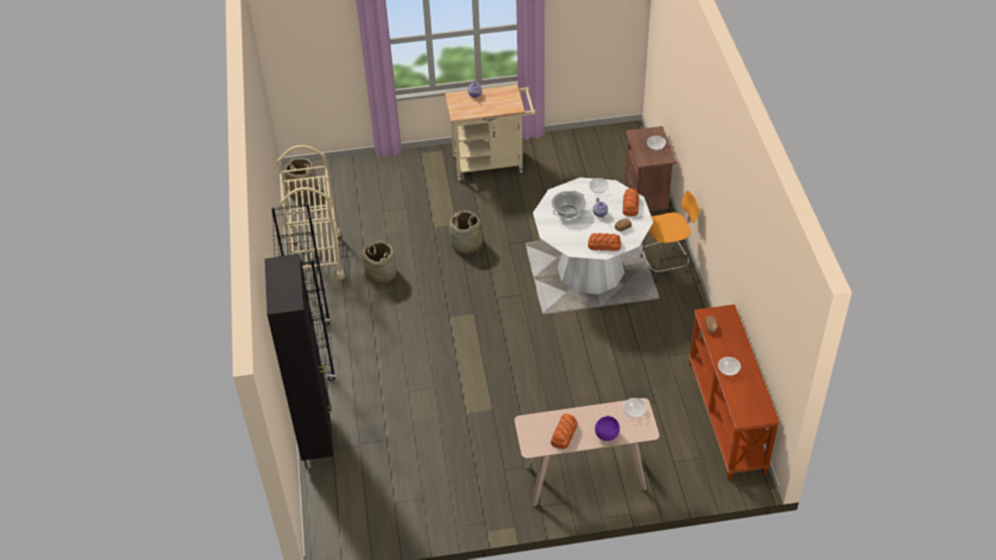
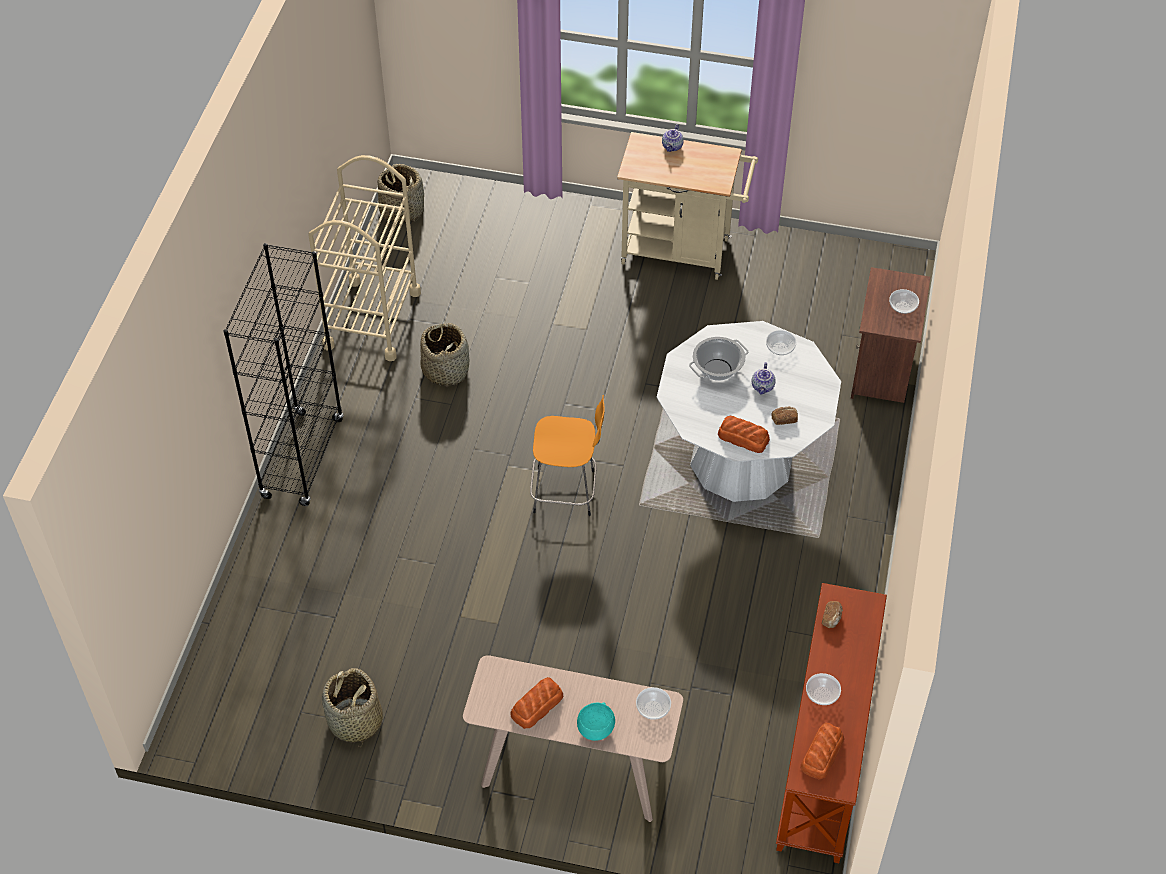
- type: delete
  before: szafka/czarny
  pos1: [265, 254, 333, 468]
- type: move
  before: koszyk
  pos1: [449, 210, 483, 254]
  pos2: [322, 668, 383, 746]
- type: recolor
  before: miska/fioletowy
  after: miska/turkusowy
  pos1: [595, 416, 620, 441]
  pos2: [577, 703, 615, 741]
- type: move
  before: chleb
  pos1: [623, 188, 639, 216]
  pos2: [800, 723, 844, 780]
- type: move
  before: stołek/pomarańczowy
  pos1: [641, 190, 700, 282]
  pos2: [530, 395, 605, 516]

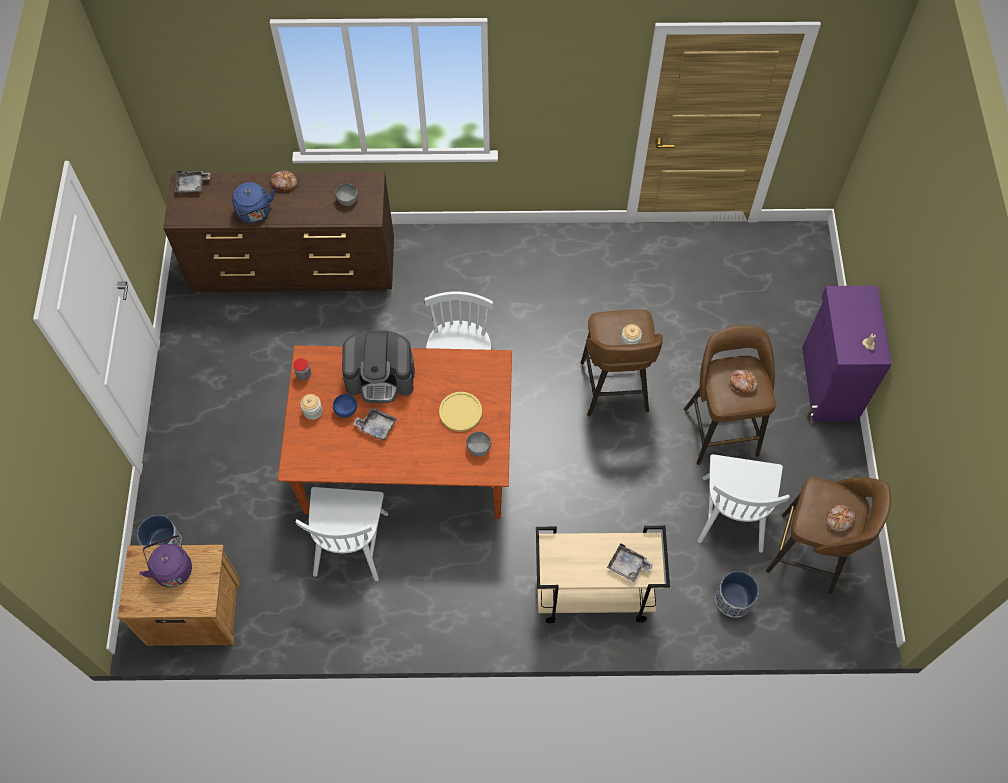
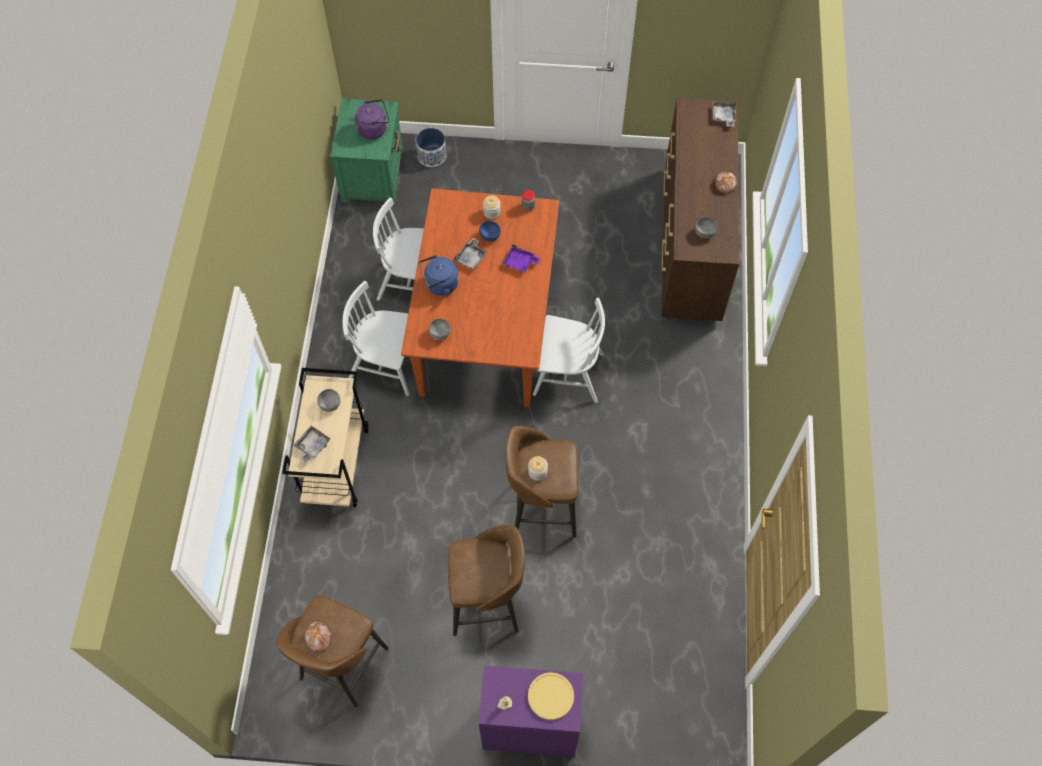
- type: recolor
  before: szafka nocna/brązowy
  after: szafka nocna/zielony
  pos1: [118, 545, 240, 646]
  pos2: [330, 98, 403, 206]
- type: move
  before: czajnik/niebieski
  pos1: [232, 182, 274, 223]
  pos2: [419, 255, 459, 295]
- type: replace
  before: ekspres do kawy
  after: taca/fioletowy
  pos1: [342, 330, 415, 403]
  pos2: [502, 244, 541, 272]
- type: move
  before: talerz/żółty
  pos1: [439, 392, 482, 432]
  pos2: [528, 673, 574, 720]
- type: move
  before: krzesło/biały
  pos1: [698, 454, 790, 553]
  pos2: [343, 281, 409, 396]
- type: delete
  before: donica
  pos1: [715, 571, 759, 618]
- type: delete
  before: chleb
  pos1: [730, 370, 758, 394]
- type: insert
  after: miska/szary
  pos2: [317, 389, 340, 412]

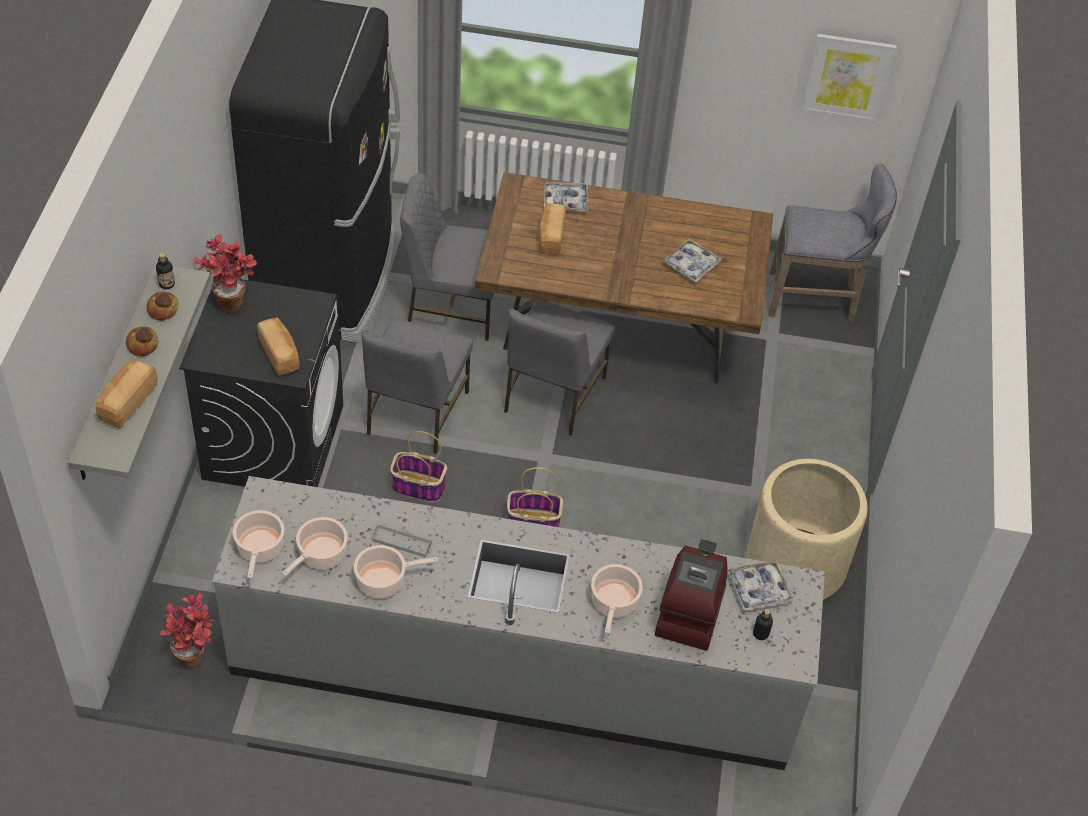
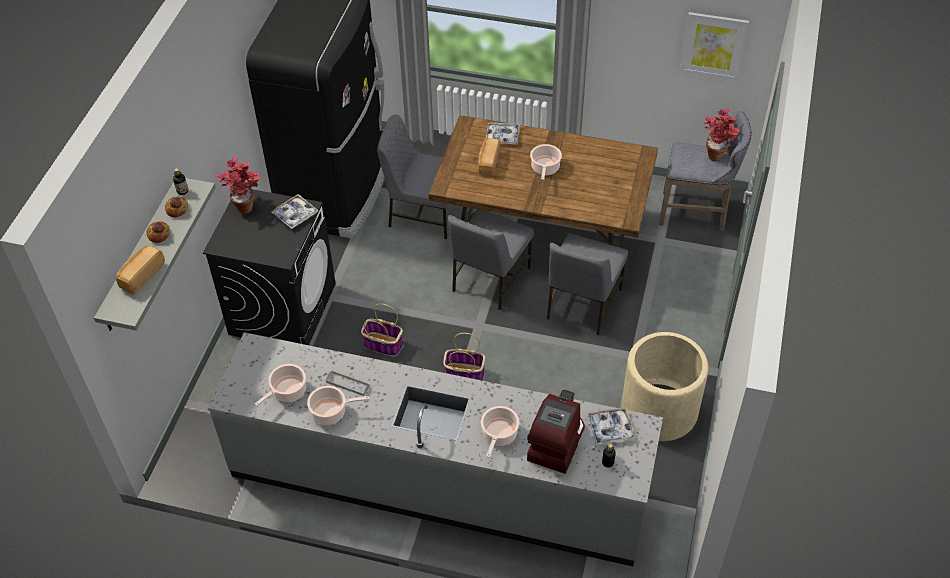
- type: move
  before: roślina doniczkowa
  pos1: [160, 593, 215, 669]
  pos2: [704, 109, 739, 161]
- type: move
  before: garnek
  pos1: [233, 510, 284, 579]
  pos2: [530, 144, 562, 180]
- type: delete
  before: chleb
  pos1: [257, 318, 299, 376]
- type: move
  before: krzesło/szary
  pos1: [361, 318, 473, 454]
  pos2: [547, 233, 628, 335]
- type: move
  before: taca
  pos1: [662, 238, 722, 282]
  pos2: [271, 194, 319, 229]

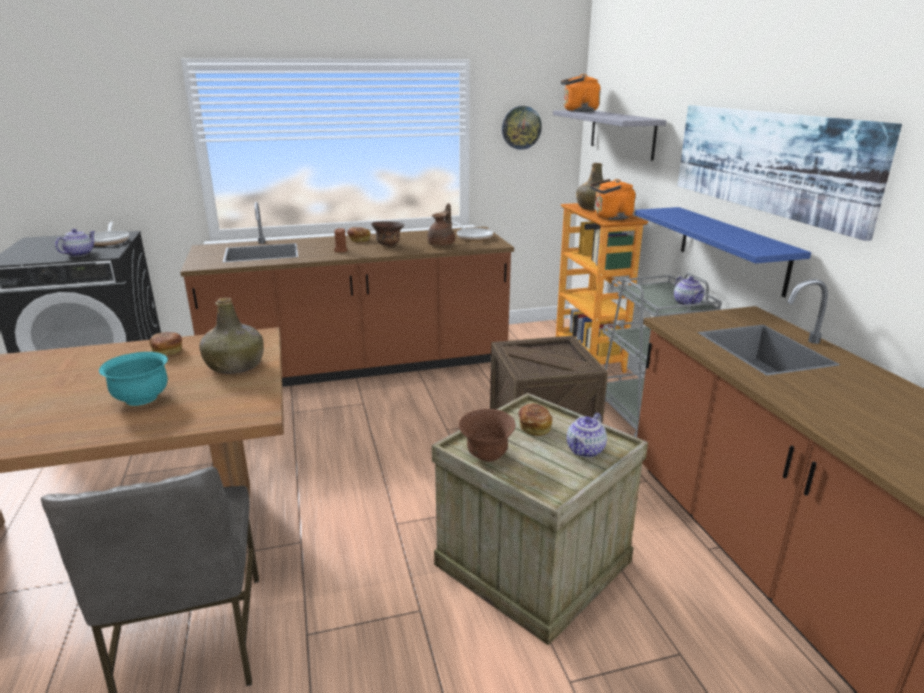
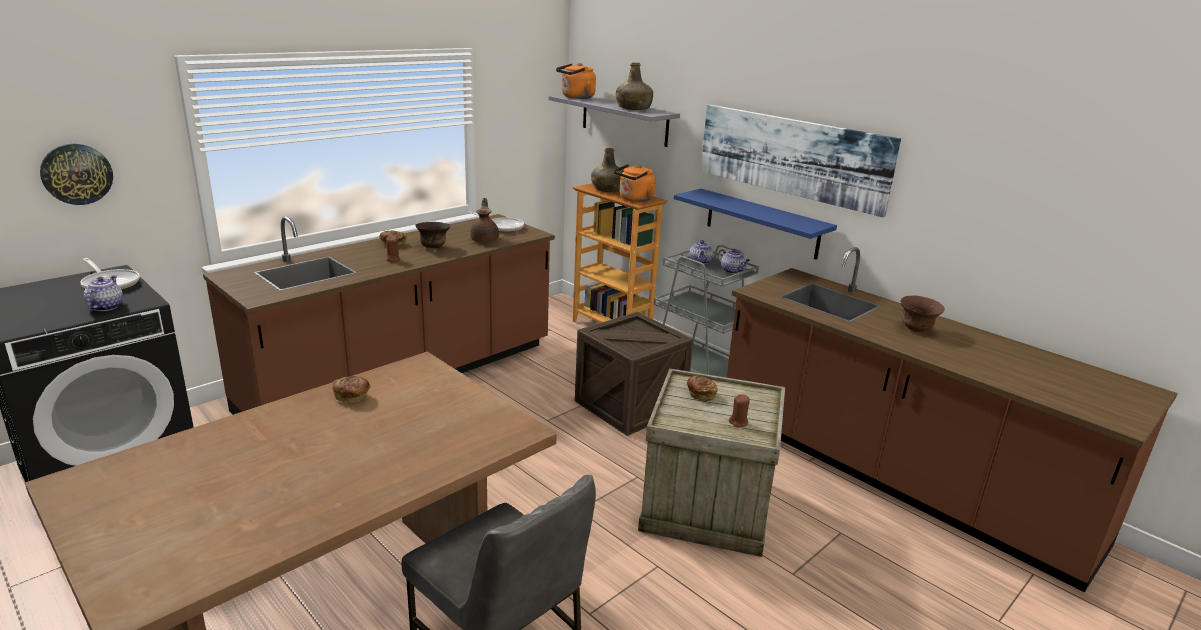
- type: delete
  before: miska/turkusowy
  pos1: [99, 352, 168, 406]
- type: move
  before: butelka/zielony
  pos1: [199, 298, 264, 374]
  pos2: [616, 62, 653, 110]
- type: move
  before: miska/brązowy
  pos1: [459, 409, 515, 462]
  pos2: [900, 295, 945, 332]
- type: move
  before: zegar ścienny
  pos1: [502, 106, 542, 150]
  pos2: [40, 144, 113, 205]
- type: move
  before: imbryk
  pos1: [567, 413, 607, 457]
  pos2: [690, 240, 713, 264]
- type: insert
  after: świeca/brązowy
  pos2: [729, 394, 750, 427]

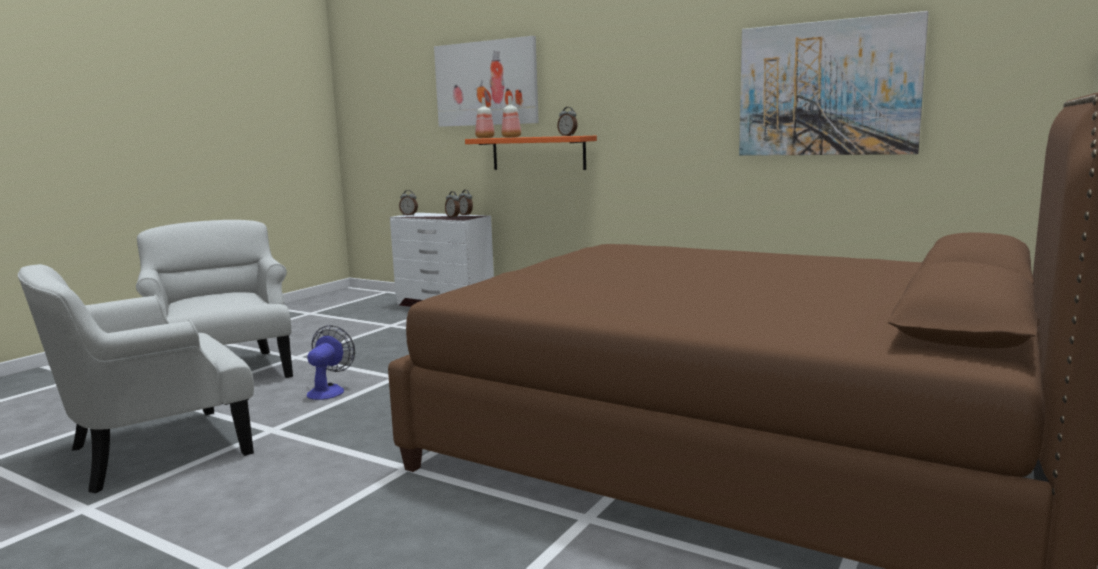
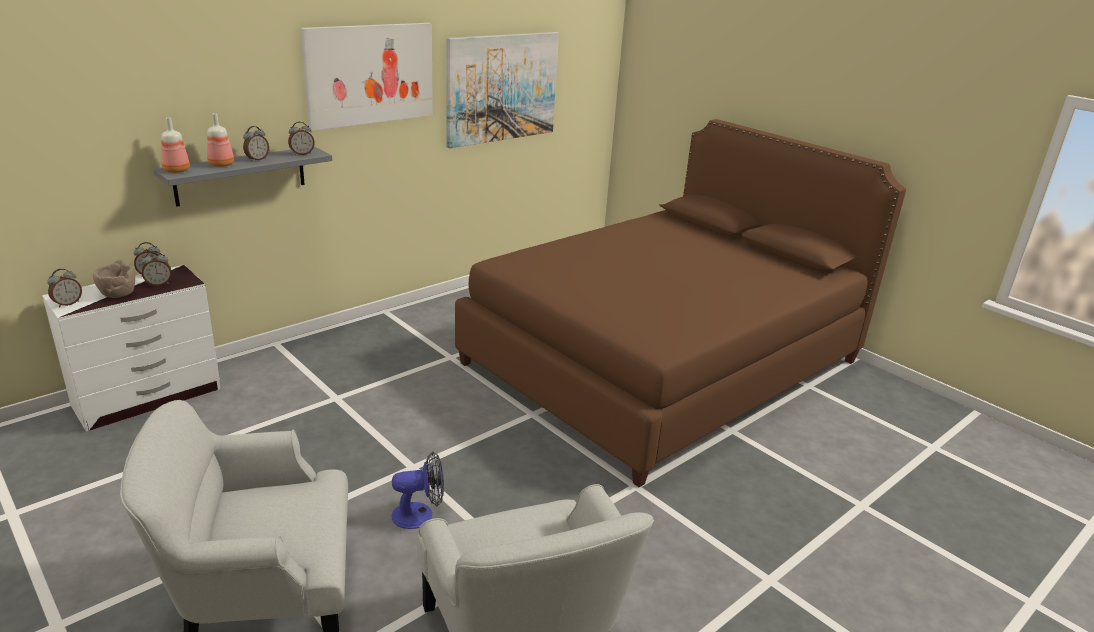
- type: rotate
  before: wentylator
  pos1: [307, 325, 355, 400]
  pos2: [391, 452, 444, 529]
  turn: 135
- type: move
  before: obraz
  pos1: [434, 36, 539, 127]
  pos2: [300, 23, 433, 131]
- type: recolor
  before: półka/pomarańczowy
  after: półka/szary
  pos1: [465, 136, 597, 170]
  pos2: [153, 147, 332, 207]
- type: insert
  after: miska/brązowy
  pos2: [93, 263, 135, 298]
- type: insert
  after: budzik
  pos2: [243, 126, 269, 161]

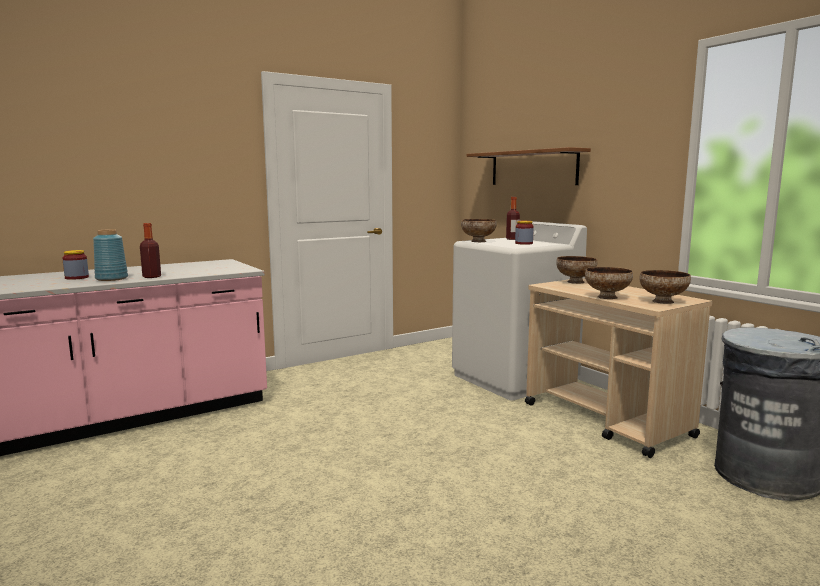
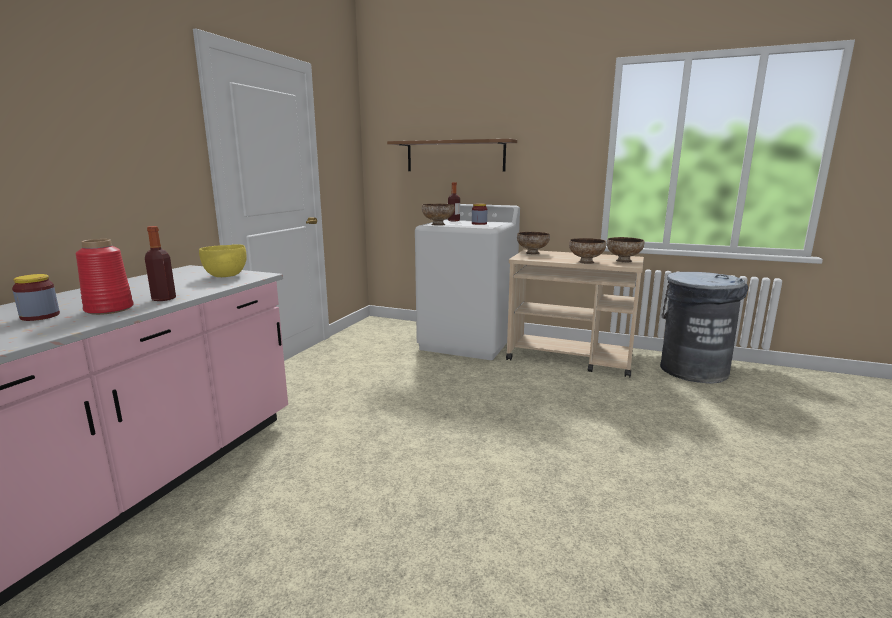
- type: recolor
  before: wazon/niebieski
  after: wazon/czerwony
  pos1: [93, 229, 128, 281]
  pos2: [76, 239, 134, 315]
- type: insert
  after: miska/żółty
  pos2: [199, 244, 247, 277]

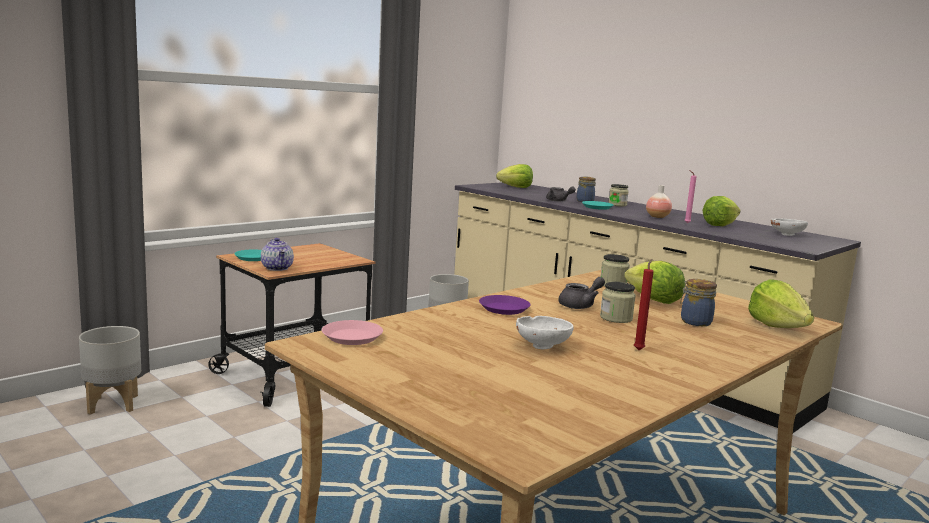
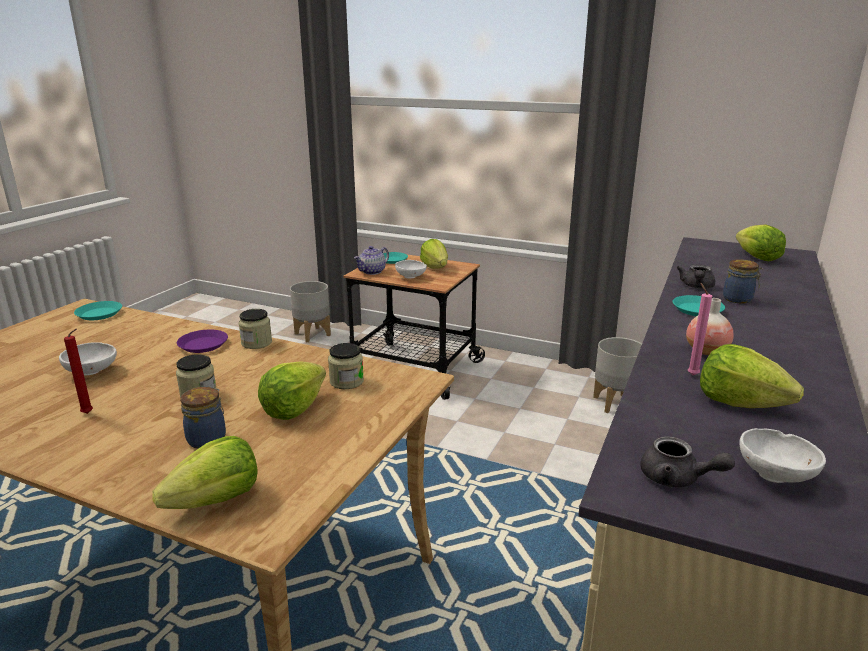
- type: recolor
  before: talerz/różowy
  after: talerz/turkusowy
  pos1: [322, 320, 383, 345]
  pos2: [74, 301, 122, 320]
- type: move
  before: imbryk/szary
  pos1: [558, 277, 605, 309]
  pos2: [641, 437, 735, 487]
- type: move
  before: słoik
  pos1: [608, 184, 629, 207]
  pos2: [239, 309, 272, 349]
- type: insert
  after: miska/biały
  pos2: [395, 260, 427, 279]
- type: insert
  after: sałata
  pos2: [420, 239, 448, 269]

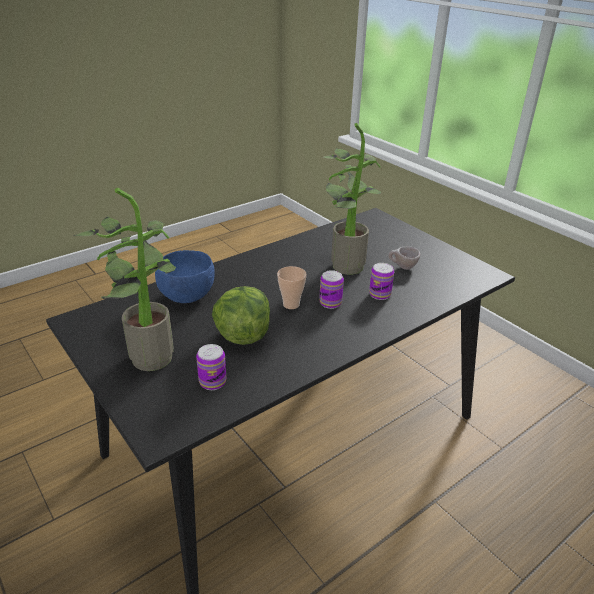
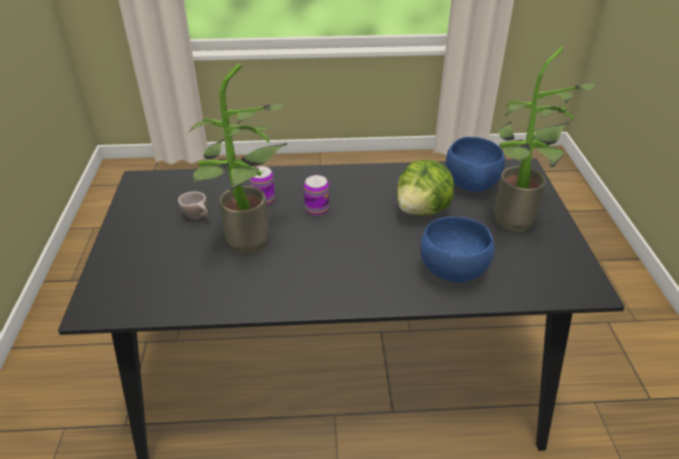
- type: replace
  before: puszka
  after: miska/niebieski
  pos1: [196, 344, 226, 390]
  pos2: [446, 137, 505, 192]
- type: delete
  before: filiżanka
  pos1: [277, 266, 307, 309]

